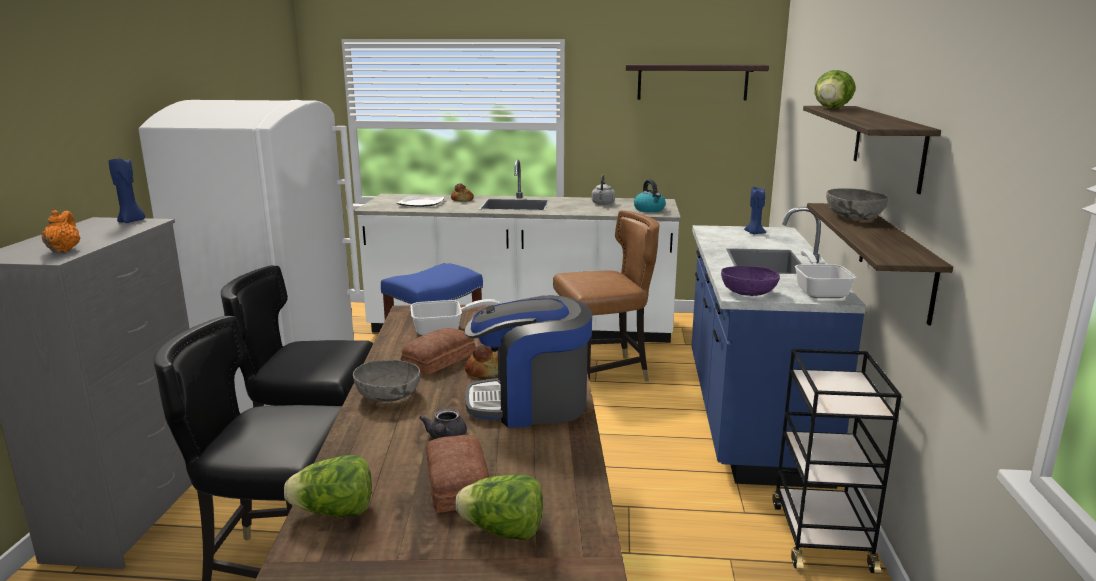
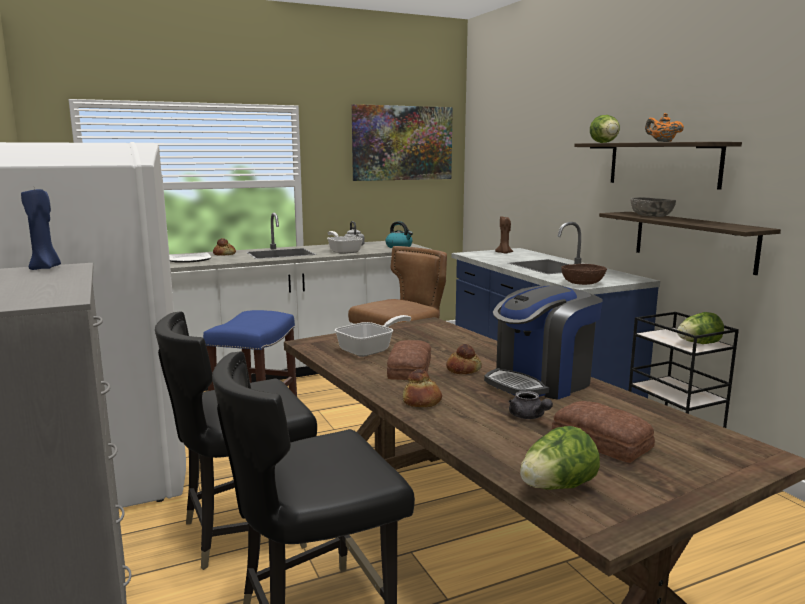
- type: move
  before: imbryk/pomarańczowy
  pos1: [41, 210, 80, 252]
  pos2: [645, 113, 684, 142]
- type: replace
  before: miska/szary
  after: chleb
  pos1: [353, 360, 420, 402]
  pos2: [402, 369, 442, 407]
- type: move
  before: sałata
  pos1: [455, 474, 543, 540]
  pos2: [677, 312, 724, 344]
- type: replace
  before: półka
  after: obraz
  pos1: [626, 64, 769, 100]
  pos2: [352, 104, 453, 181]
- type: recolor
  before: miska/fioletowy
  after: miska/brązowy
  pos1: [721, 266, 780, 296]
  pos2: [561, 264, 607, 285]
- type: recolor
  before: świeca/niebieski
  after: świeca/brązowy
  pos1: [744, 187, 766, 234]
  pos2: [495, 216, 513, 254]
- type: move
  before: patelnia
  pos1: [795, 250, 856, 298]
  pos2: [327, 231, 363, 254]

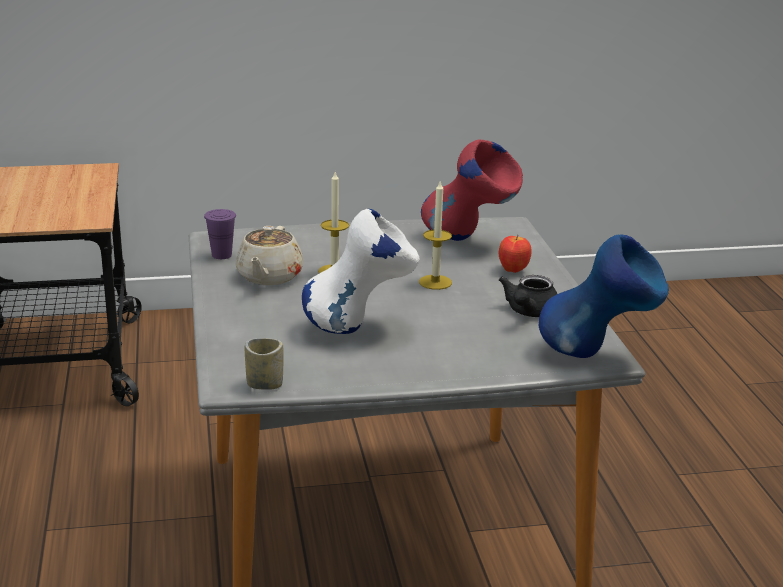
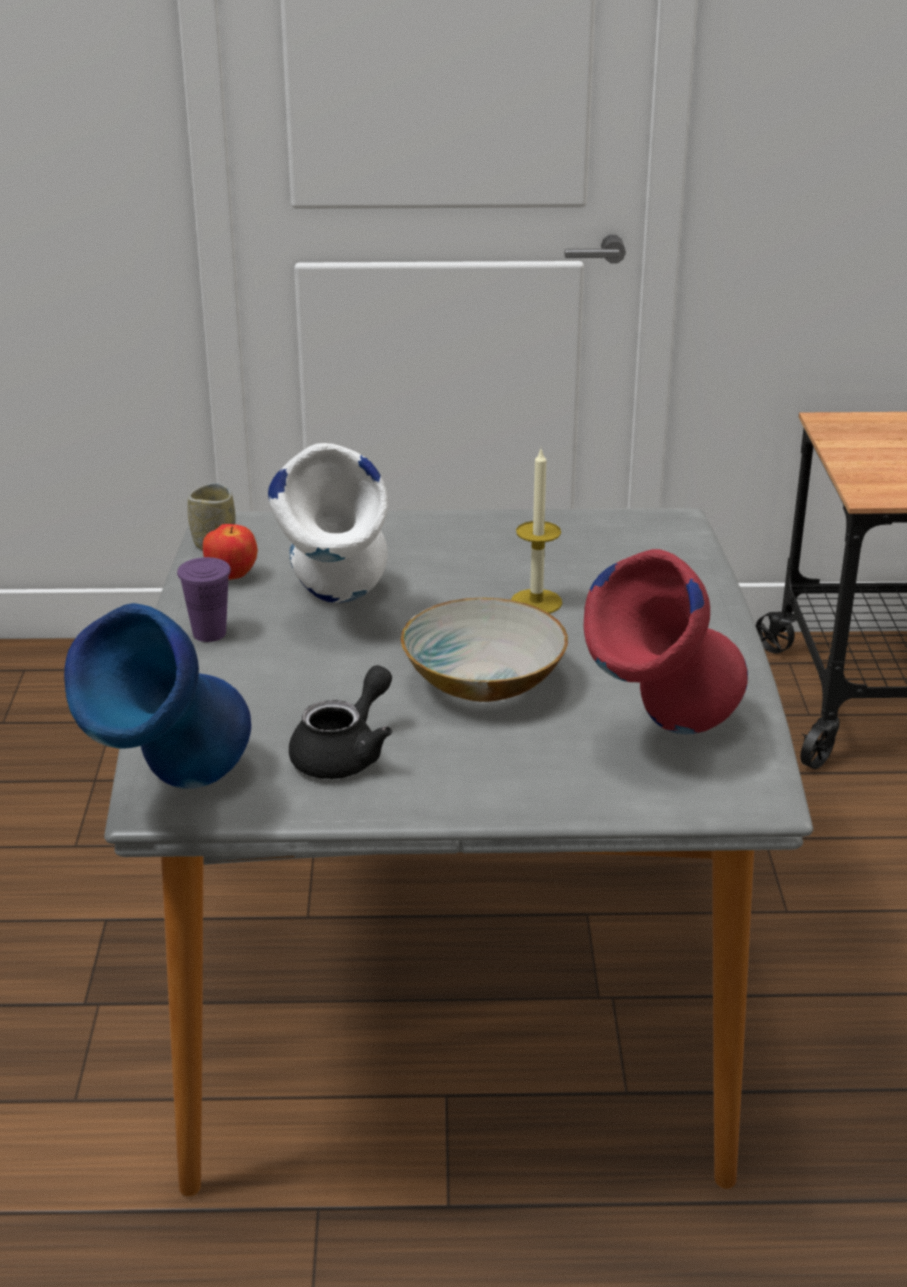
- type: move
  before: filiżanka/fioletowy
  pos1: [204, 209, 236, 259]
  pos2: [177, 557, 231, 642]
- type: delete
  before: imbryk/beżowy
  pos1: [235, 226, 303, 285]
- type: replace
  before: świeca
  after: miska
  pos1: [419, 182, 452, 290]
  pos2: [401, 597, 568, 702]
- type: move
  before: jabłko
  pos1: [498, 235, 532, 273]
  pos2: [203, 524, 258, 580]
- type: rotate
  before: imbryk/czarny
  pos1: [499, 275, 557, 317]
  pos2: [289, 665, 392, 779]
  turn: 90

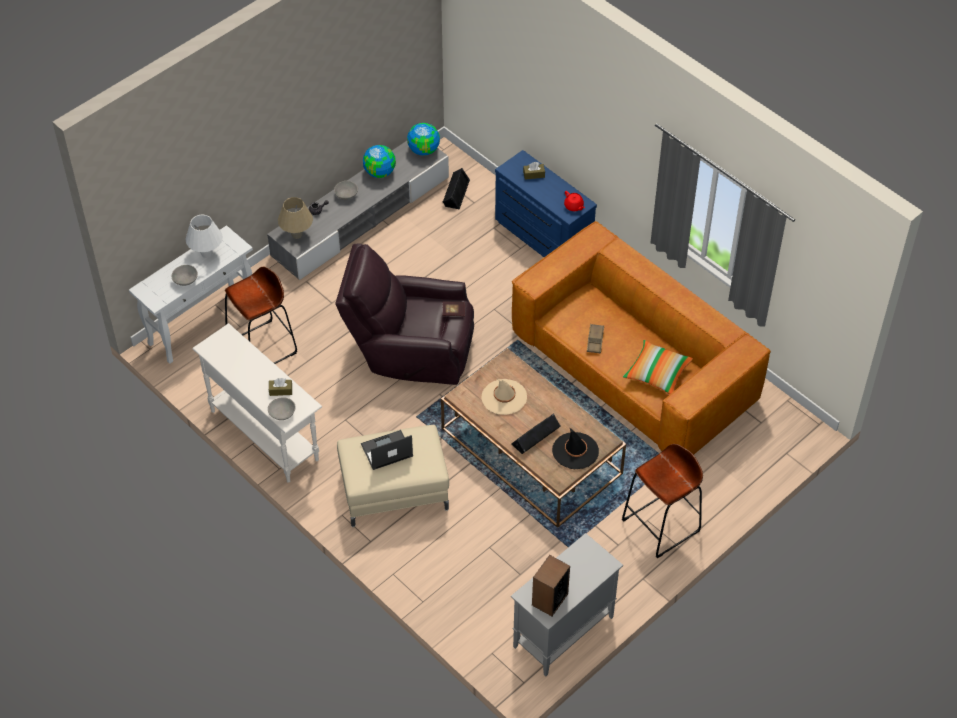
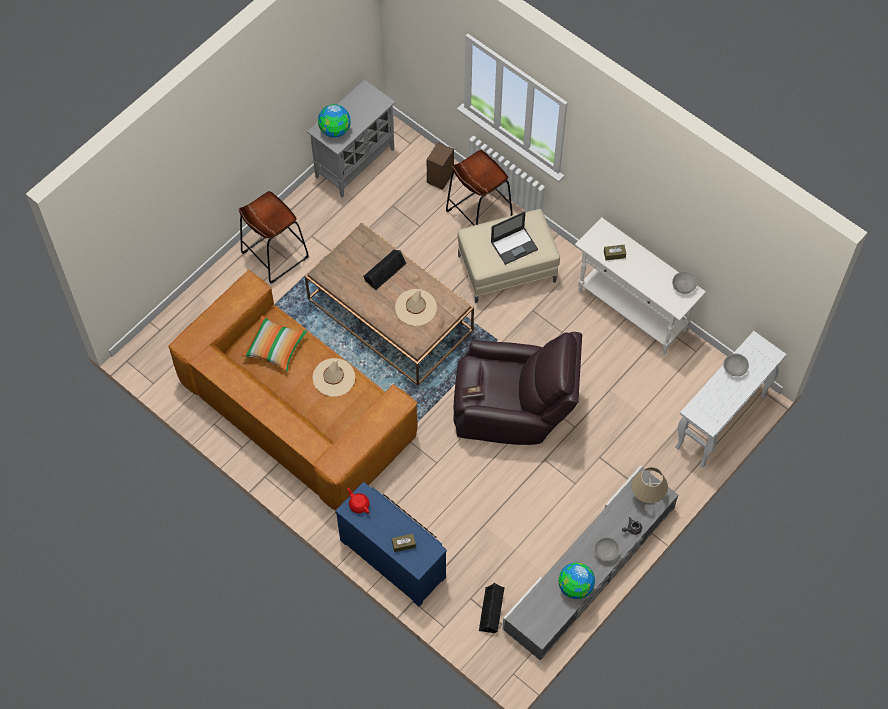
- type: delete
  before: lampa stołowa/biały
  pos1: [185, 215, 223, 258]
- type: move
  before: stołek/brązowy
  pos1: [225, 267, 297, 364]
  pos2: [446, 150, 513, 225]
- type: move
  before: miska/szary
  pos1: [268, 397, 296, 420]
  pos2: [672, 272, 697, 294]
- type: move
  before: globus
  pos1: [407, 123, 440, 155]
  pos2: [318, 104, 351, 138]
- type: move
  before: głośnik
  pos1: [532, 555, 570, 616]
  pos2: [427, 142, 454, 190]
- type: delete
  before: kapelusz/czarny
  pos1: [552, 427, 599, 469]
- type: replace
  before: taca/brązowy
  after: kapelusz/beżowy
  pos1: [587, 324, 604, 354]
  pos2: [313, 358, 355, 397]

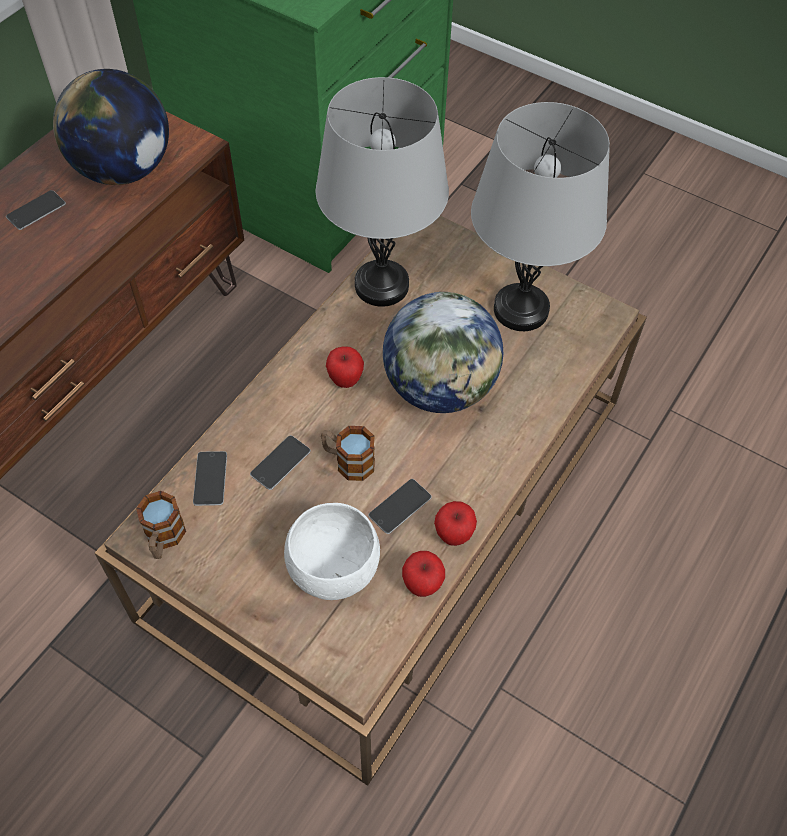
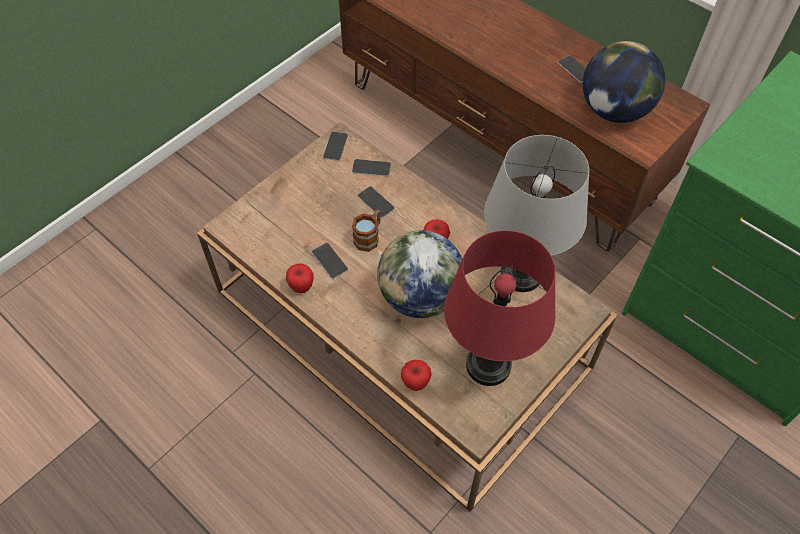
- type: replace
  before: kubek
  after: telefon
  pos1: [136, 491, 186, 559]
  pos2: [323, 131, 348, 161]
- type: delete
  before: miska/biały
  pos1: [284, 503, 380, 600]
- type: move
  before: jabłko
  pos1: [402, 551, 445, 597]
  pos2: [401, 360, 432, 391]
- type: recolor
  before: lampa stołowa/szary
  after: lampa stołowa/czerwony
  pos1: [471, 102, 610, 331]
  pos2: [444, 230, 556, 386]

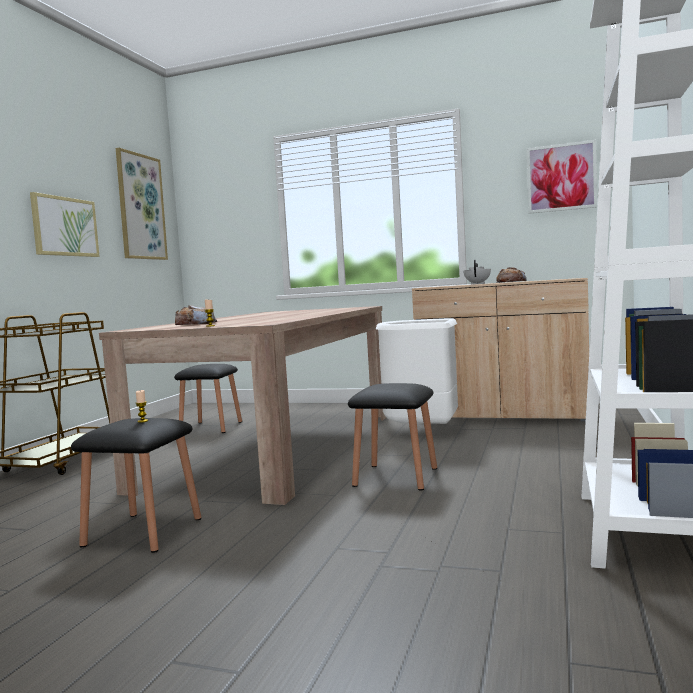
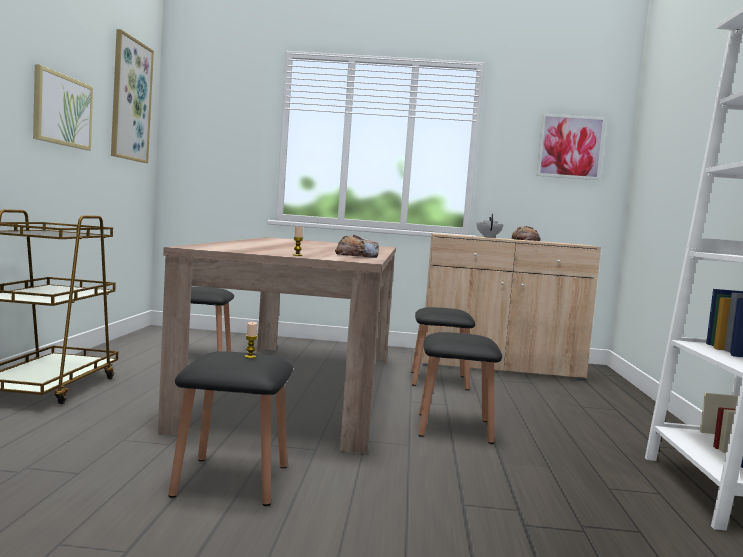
- type: move
  before: chleb
  pos1: [175, 305, 217, 325]
  pos2: [335, 235, 379, 258]
- type: replace
  before: kosz na śmieci/biały
  after: stołek/czarny
  pos1: [376, 318, 458, 424]
  pos2: [411, 307, 475, 390]

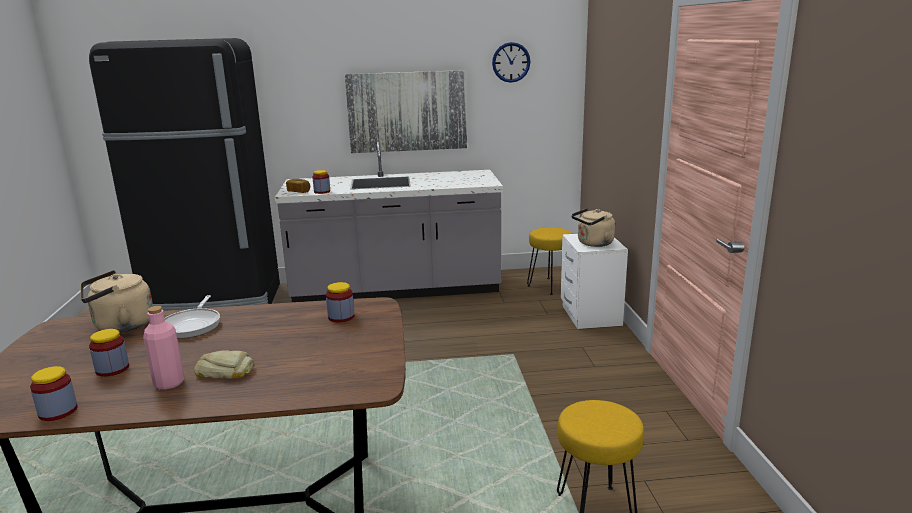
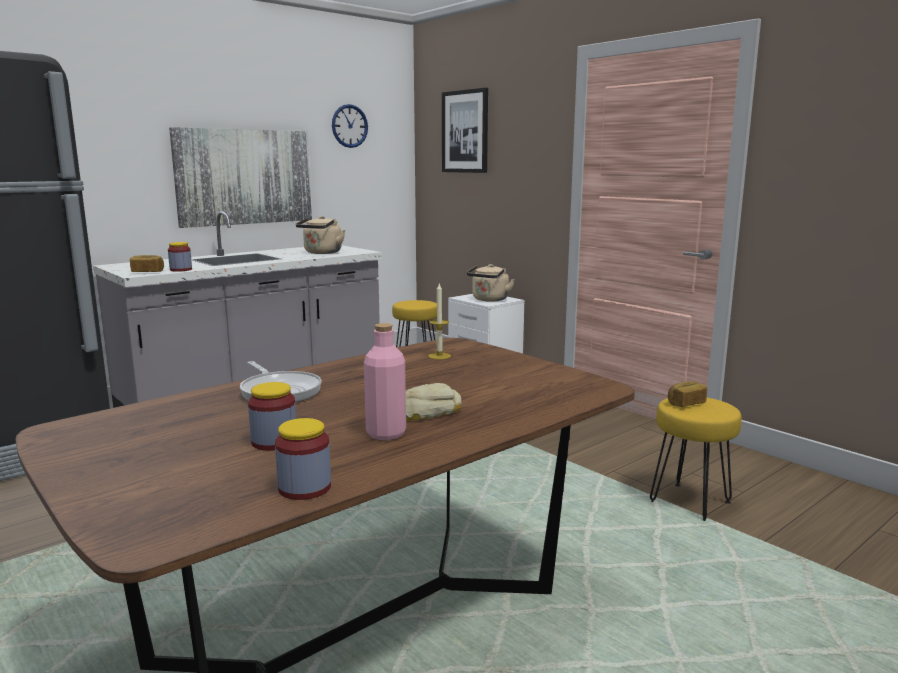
- type: move
  before: czajnik/beżowy
  pos1: [80, 270, 153, 333]
  pos2: [296, 216, 345, 254]
- type: replace
  before: słoik
  after: świeca
  pos1: [326, 282, 354, 322]
  pos2: [428, 284, 451, 360]
- type: insert
  after: obraz
  pos2: [442, 88, 488, 173]
- type: insert
  after: chleb
  pos2: [668, 381, 707, 407]

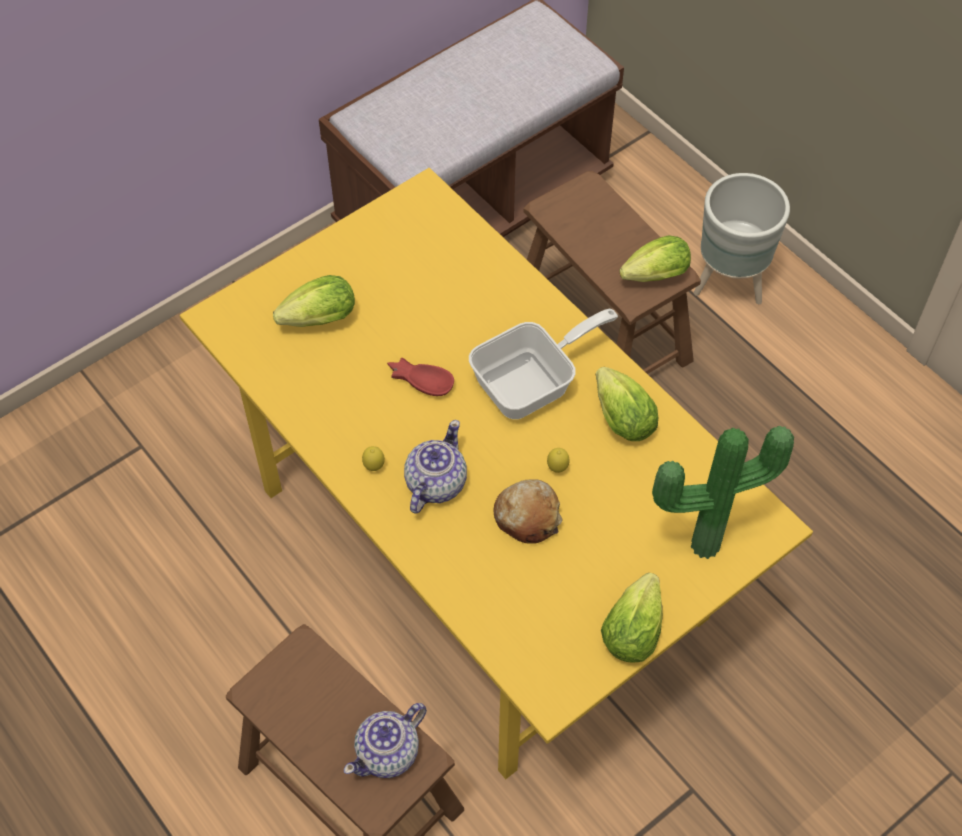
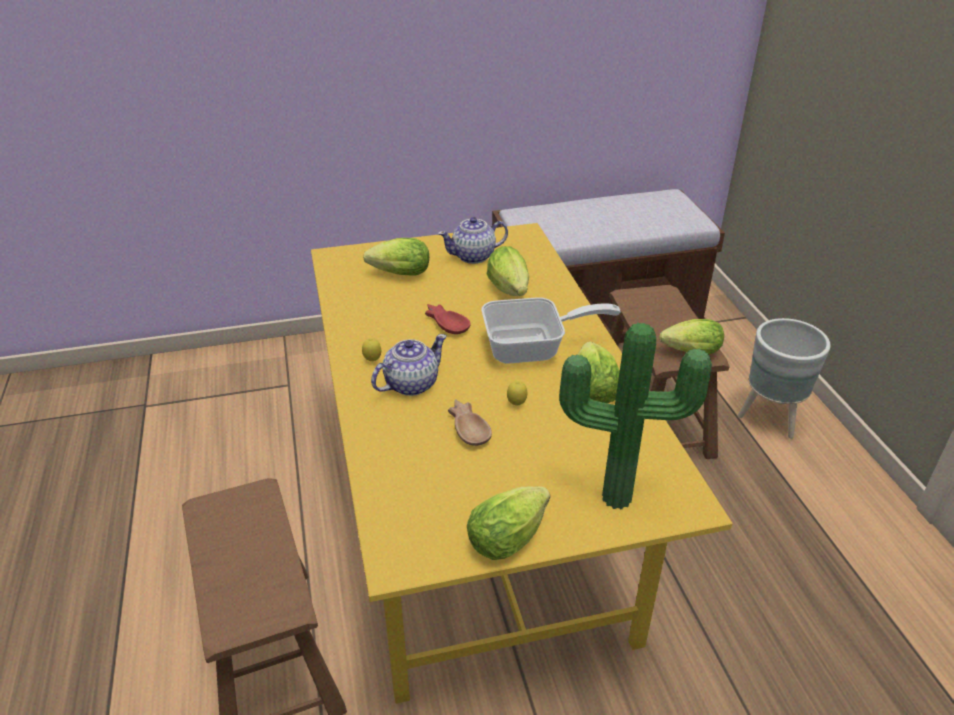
- type: move
  before: imbryk
  pos1: [344, 703, 427, 778]
  pos2: [438, 217, 508, 264]
- type: replace
  before: chleb
  after: miska/brązowy
  pos1: [493, 479, 563, 544]
  pos2: [448, 399, 492, 446]
- type: insert
  after: sałata
  pos2: [487, 246, 529, 296]

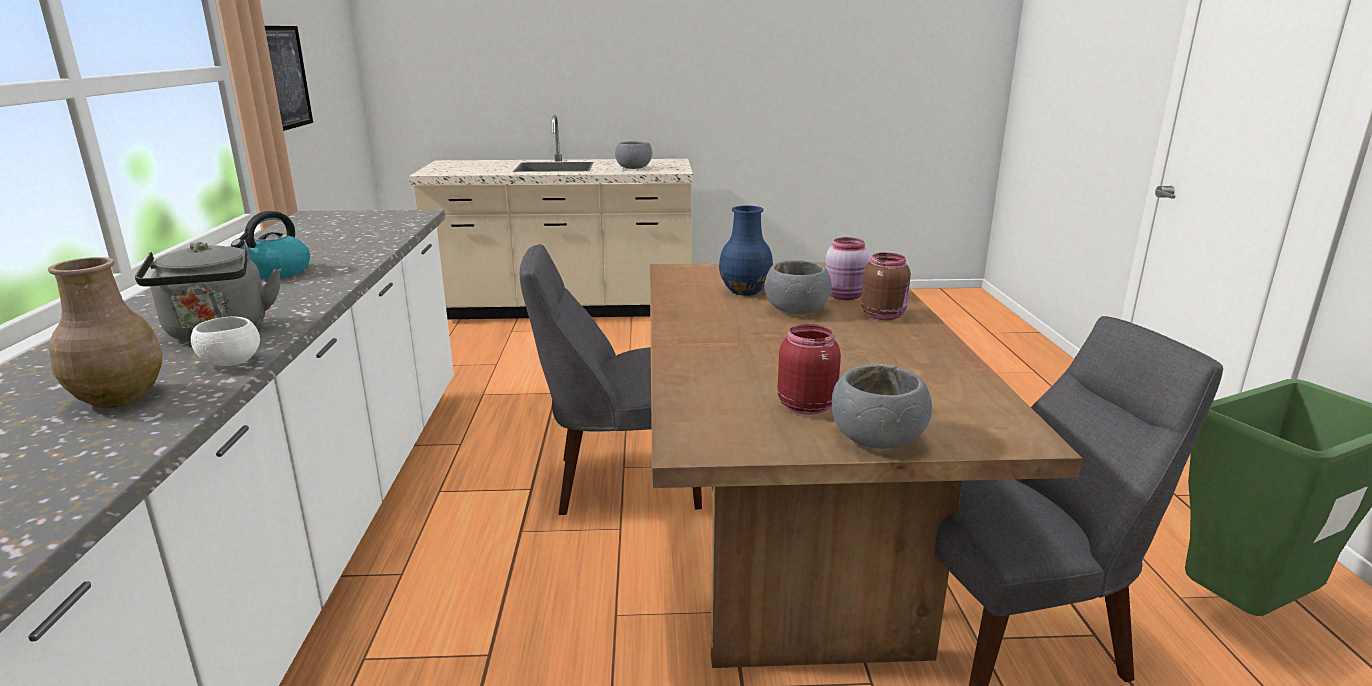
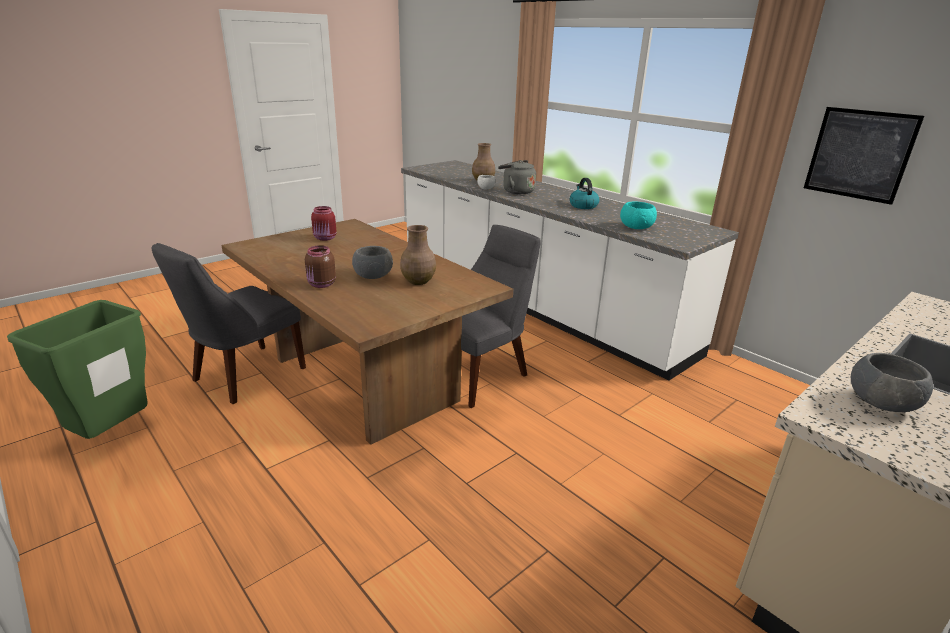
- type: recolor
  before: wazon/niebieski
  after: wazon/brązowy
  pos1: [719, 206, 773, 296]
  pos2: [400, 225, 436, 285]
- type: delete
  before: słoik/różowy
  pos1: [825, 237, 869, 300]
- type: delete
  before: miska/szary
  pos1: [832, 364, 932, 448]
- type: insert
  after: miska/turkusowy
  pos2: [620, 201, 657, 229]

